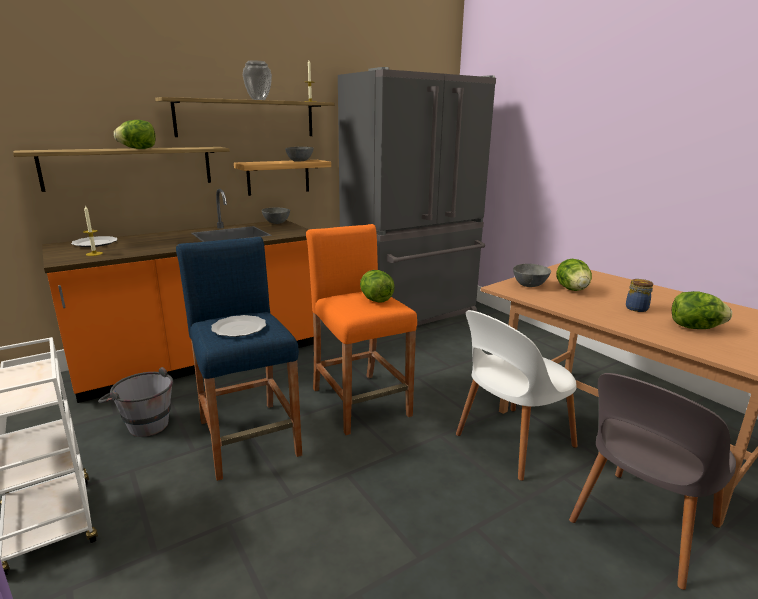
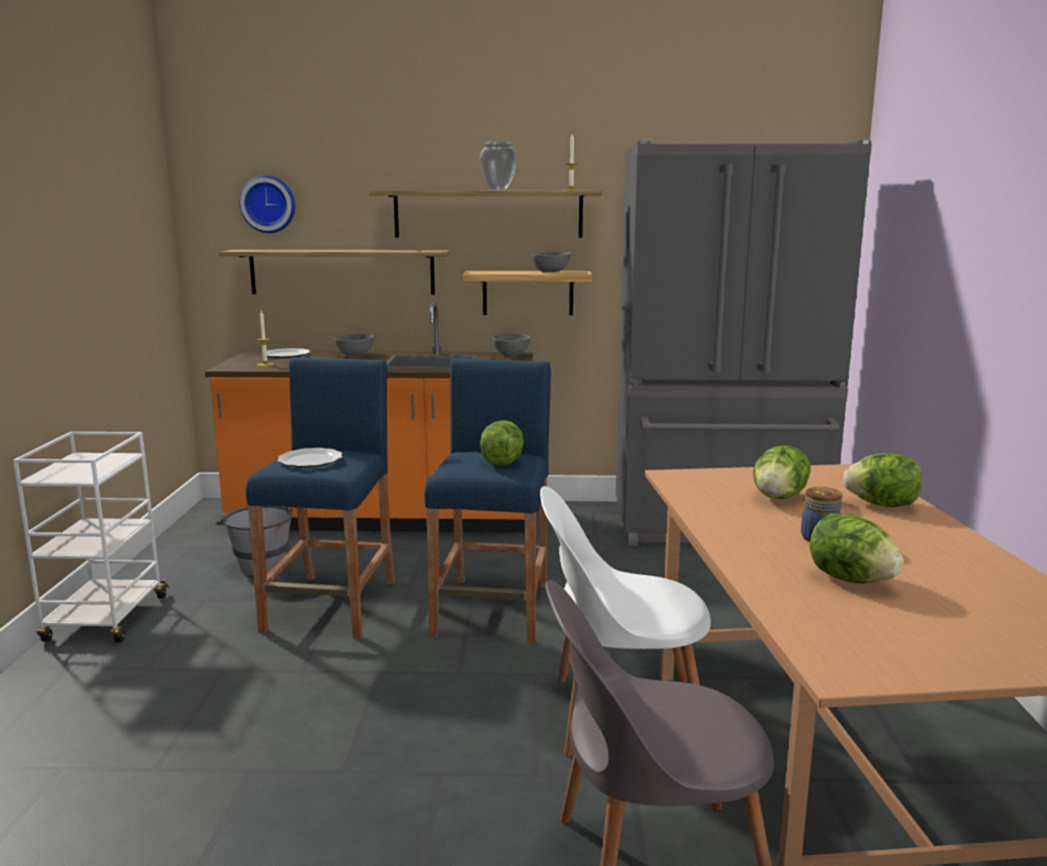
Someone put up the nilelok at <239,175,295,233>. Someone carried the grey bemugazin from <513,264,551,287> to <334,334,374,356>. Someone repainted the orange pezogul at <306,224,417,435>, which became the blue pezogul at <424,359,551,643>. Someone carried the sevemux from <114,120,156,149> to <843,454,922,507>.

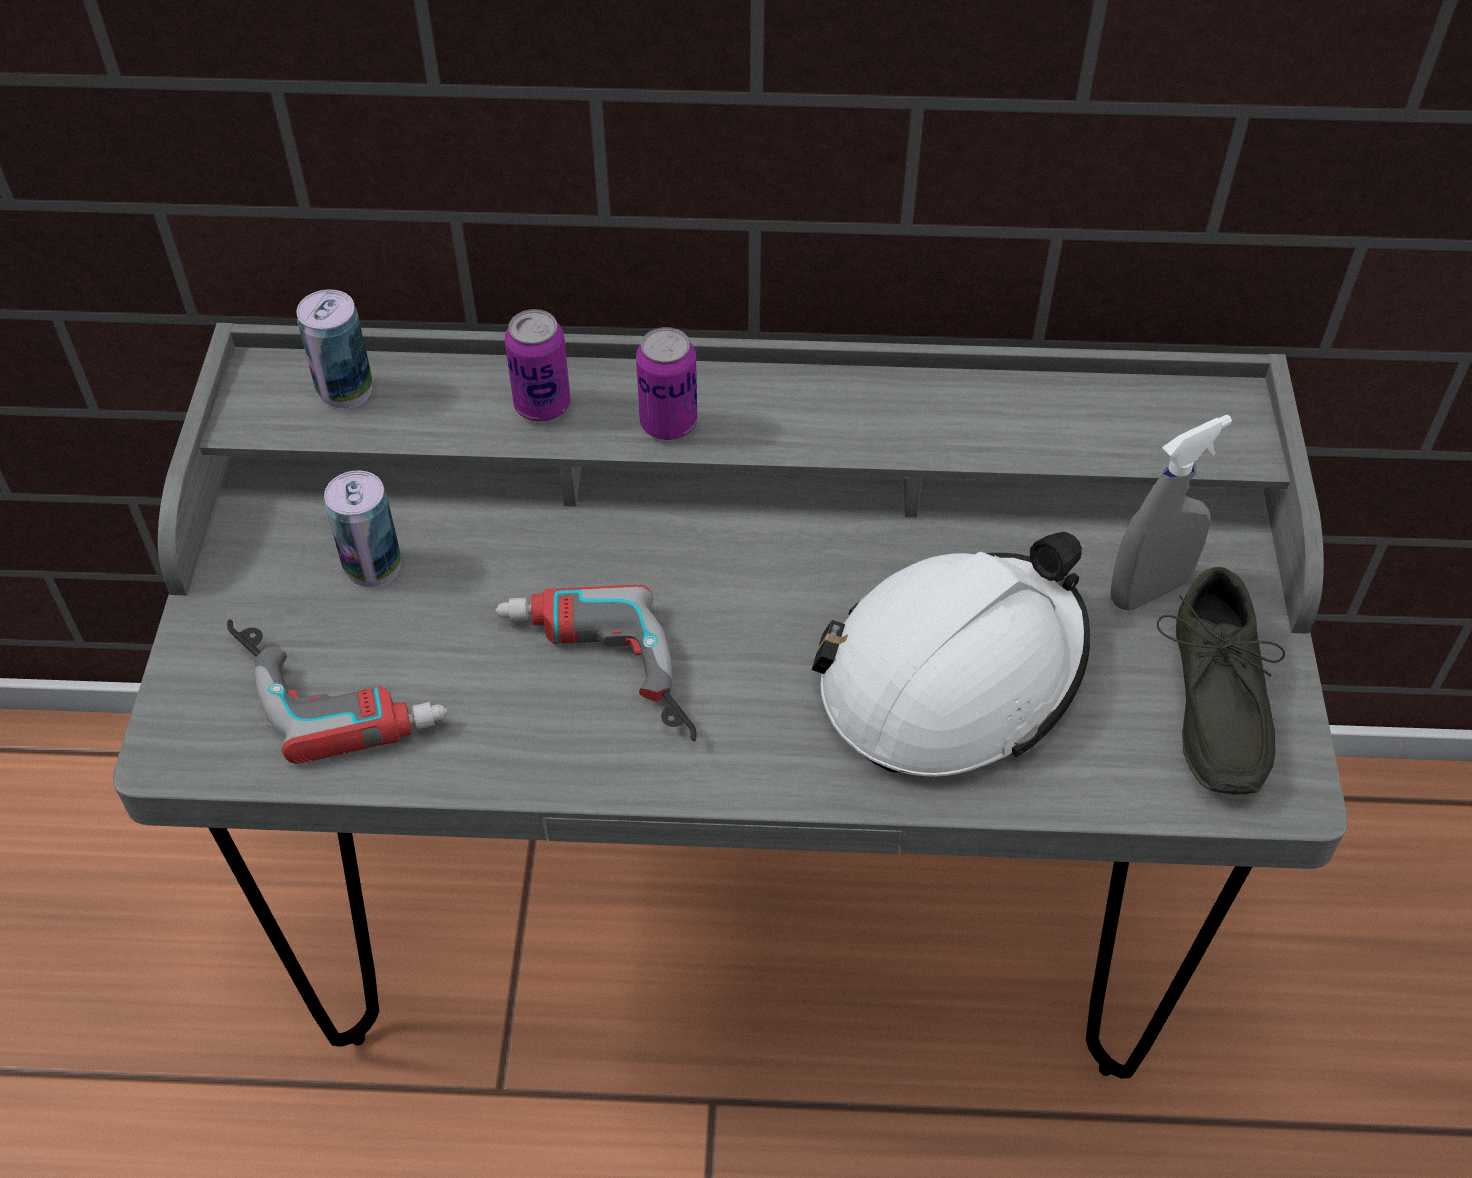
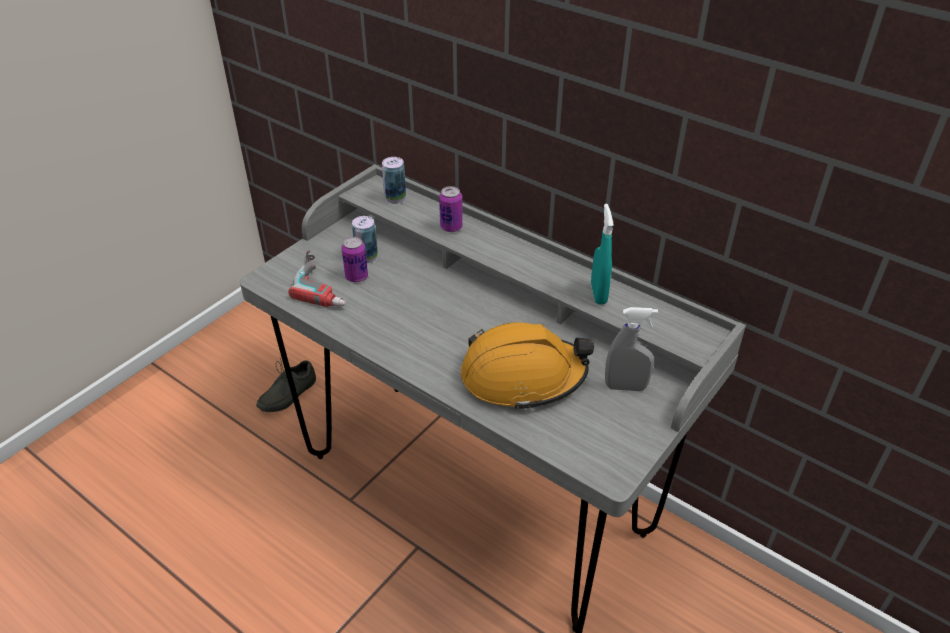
Someone carried the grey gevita from <1157,567,1285,794> to <256,358,316,412>. Someone carried the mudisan from <636,327,697,440> to <342,237,368,282>. Someone repainted the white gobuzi at <812,532,1090,777>, which became the orange gobuzi at <461,322,594,411>. Someone put down the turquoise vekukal at <591,204,614,305>. Someone took away the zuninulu at <495,584,697,741>.

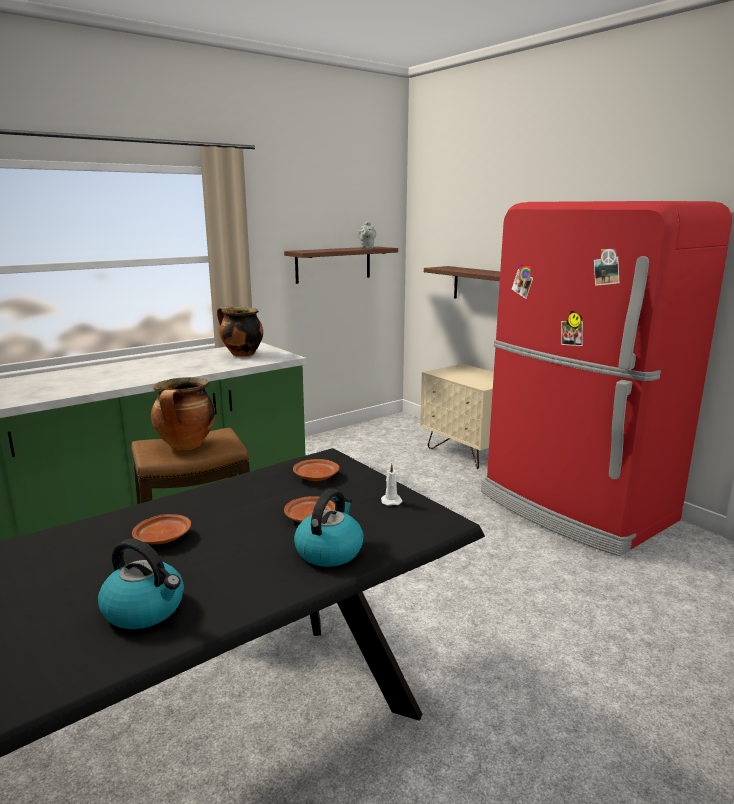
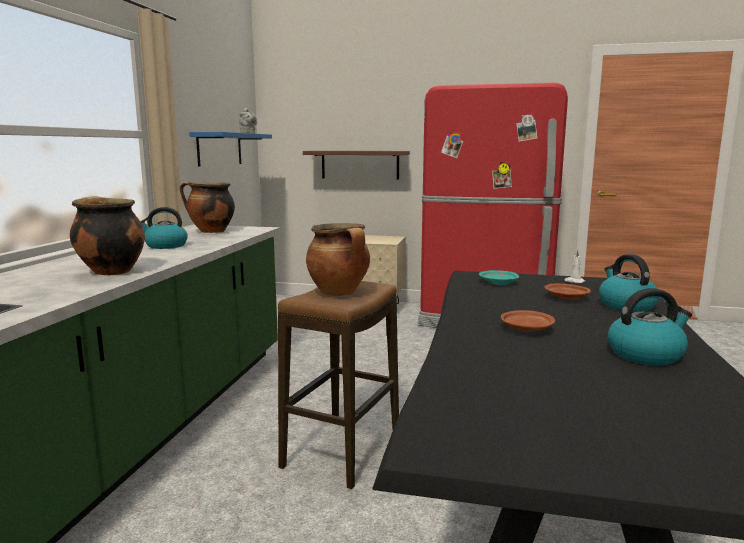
Someone put down the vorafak at <70,196,145,275>. Someone put down the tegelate at <140,207,188,249>. Someone repainted the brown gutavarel at <284,247,398,284>, which became the blue gutavarel at <189,132,272,167>. Someone repainted the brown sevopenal at <293,459,339,481>, which became the turquoise sevopenal at <479,270,519,285>.

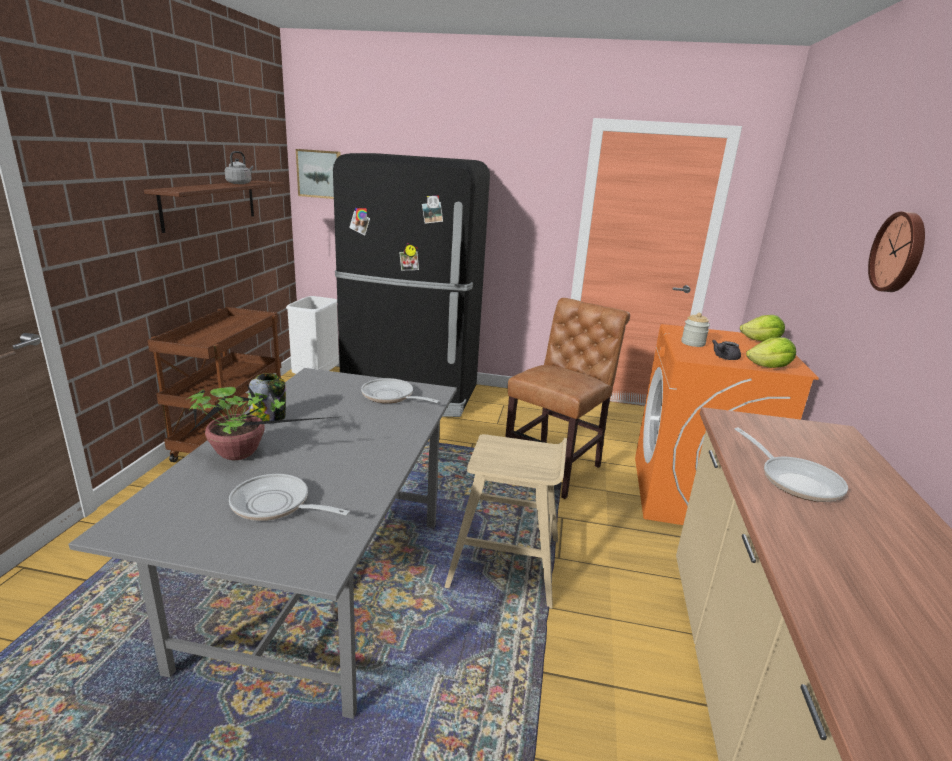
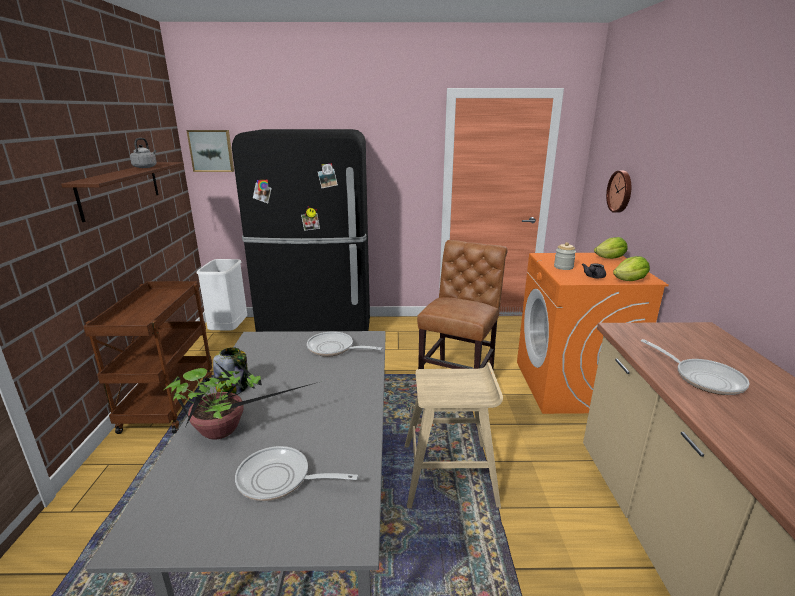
Someone carried the nilelok from <868,212,925,292> to <606,171,631,213>.

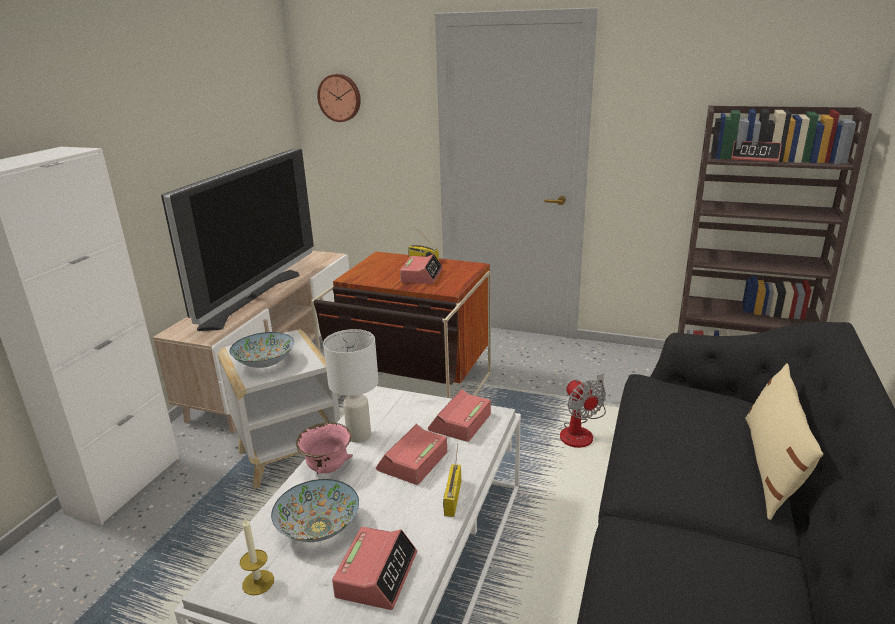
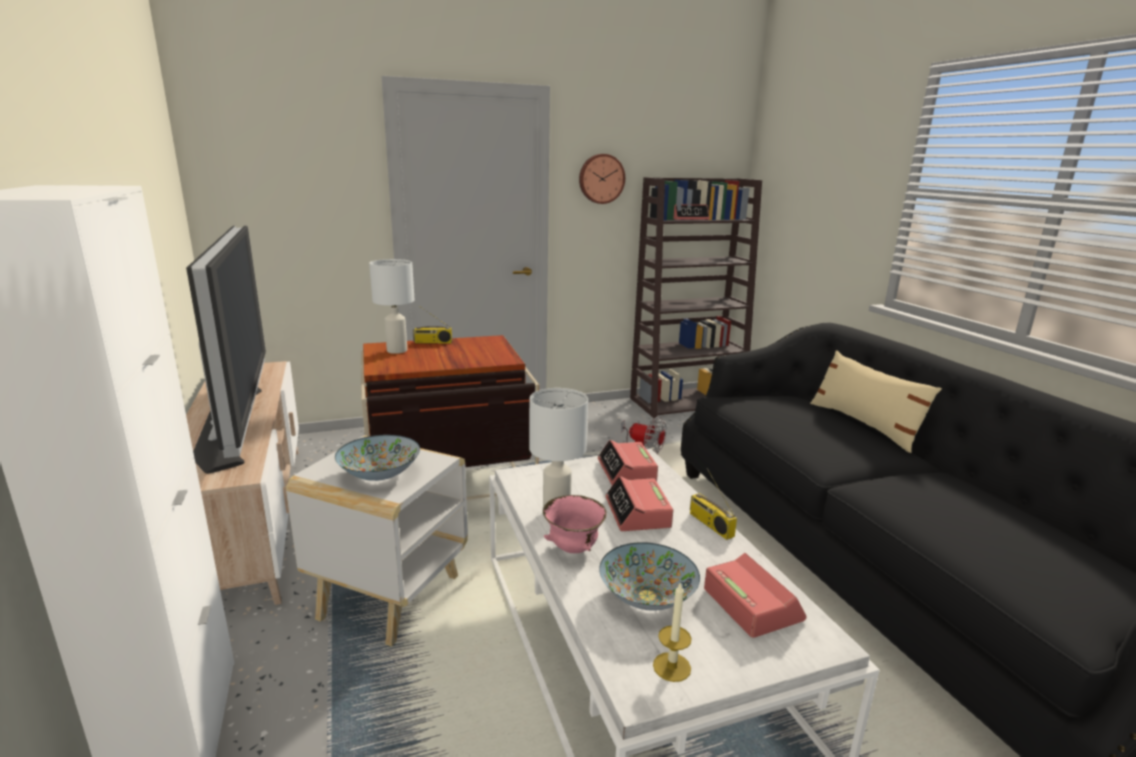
Someone put down the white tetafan at <369,259,414,354>. Someone carried the nilelok from <317,74,361,122> to <579,154,625,204>. Someone took away the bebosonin at <400,254,443,284>.

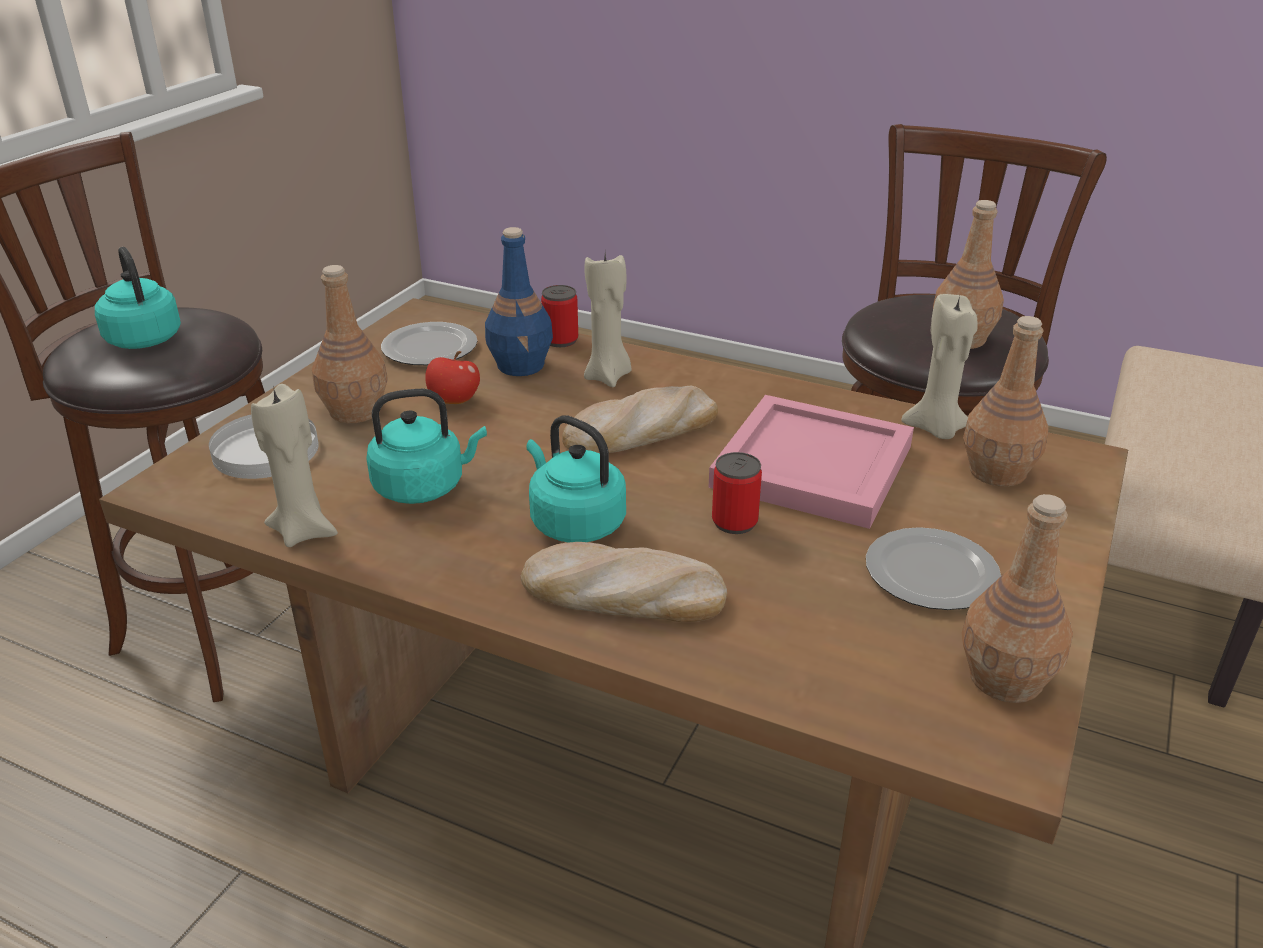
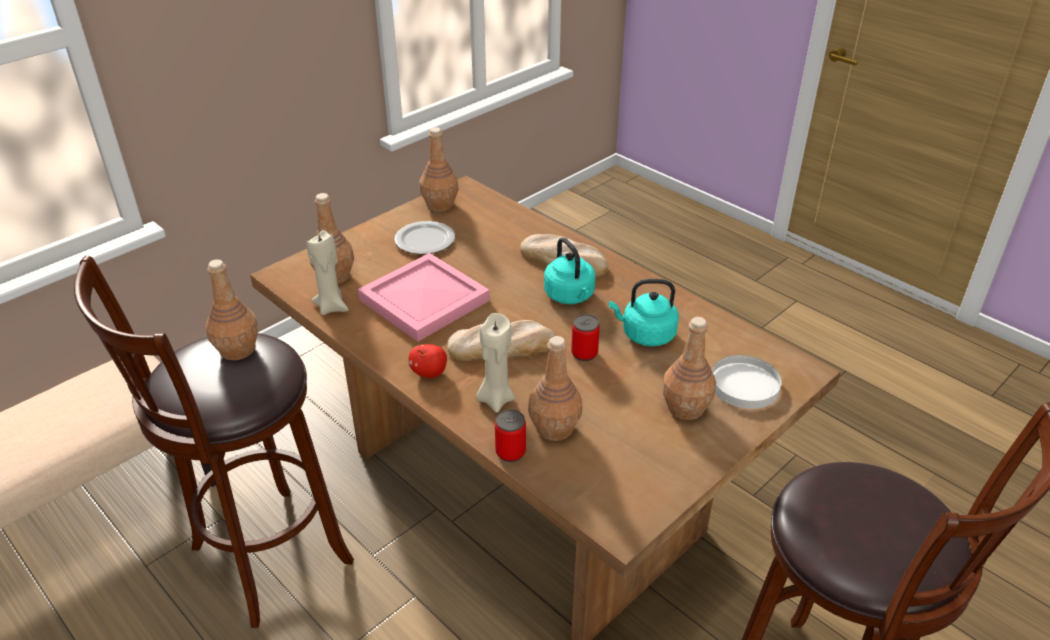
Someone carried the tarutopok from <425,351,480,404> to <408,344,447,378>. Someone repainted the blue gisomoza at <485,227,553,376>, which became the brown gisomoza at <528,336,582,441>. Someone carried the mudisan from <712,452,762,534> to <571,314,600,361>. Someone took away the turquoise tegelate at <95,247,181,349>. Someone took away the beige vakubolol at <251,384,338,547>. Someone took away the sevopenal at <381,322,477,365>.

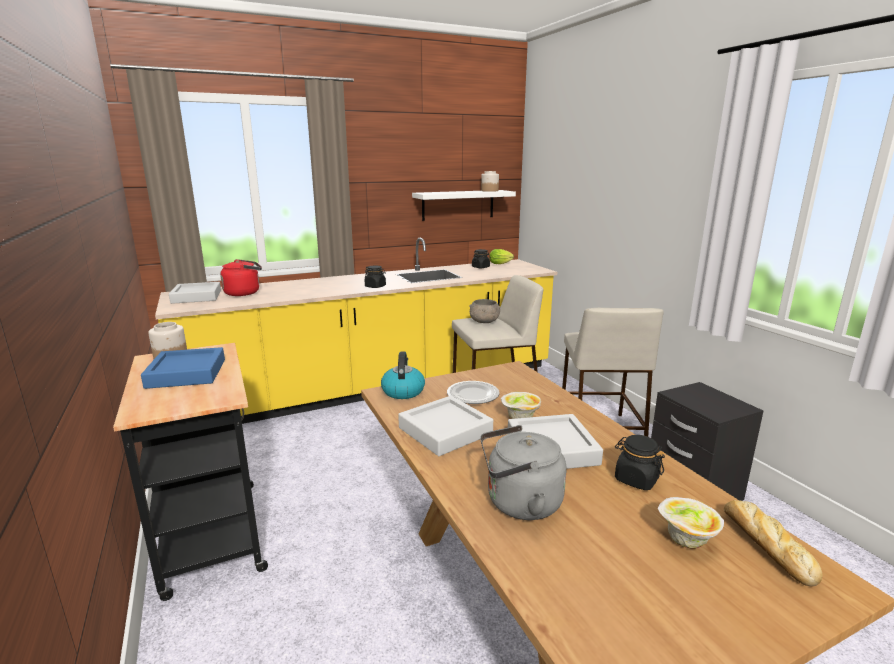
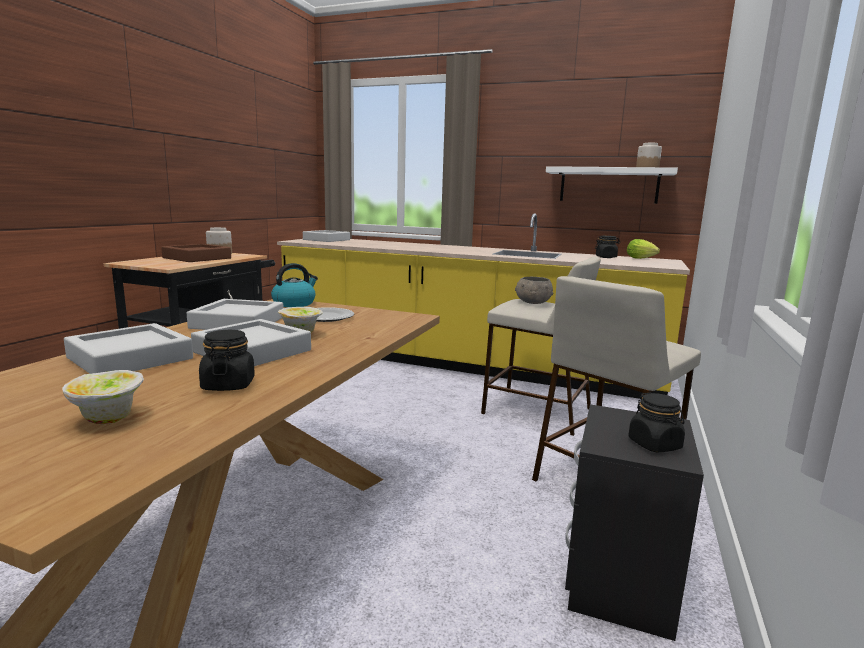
Someone swapped the grey tegelate at <480,425,566,520> for the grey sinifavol at <64,323,193,374>. Someone repainted the blue sinifavol at <141,347,225,389>, which became the brown sinifavol at <161,244,231,262>. Someone carried the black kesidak from <365,266,386,288> to <628,393,685,452>. Someone took away the red tegelate at <220,259,262,296>. Someone took away the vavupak at <724,500,822,586>.

